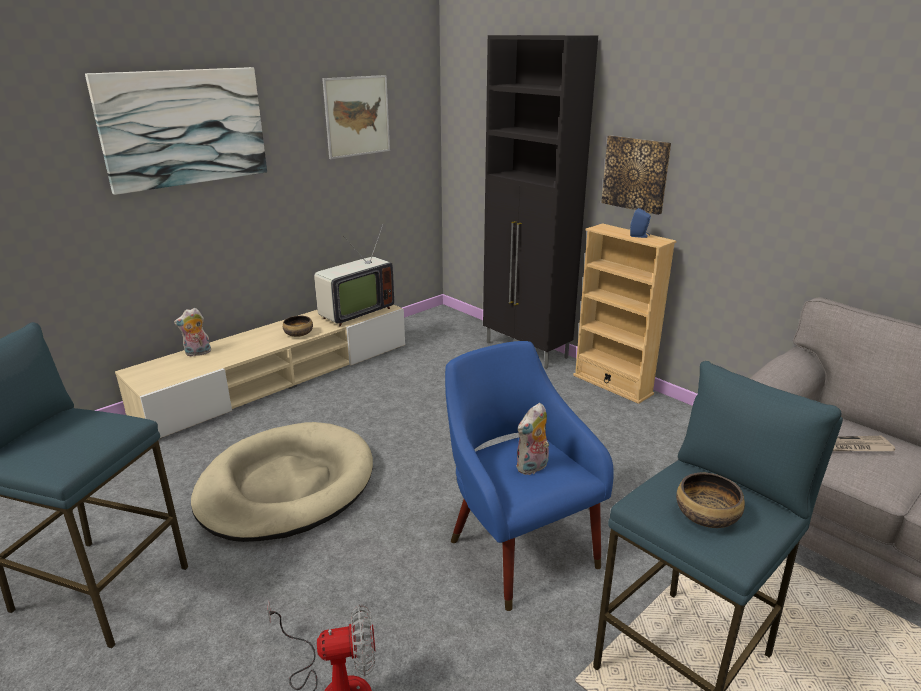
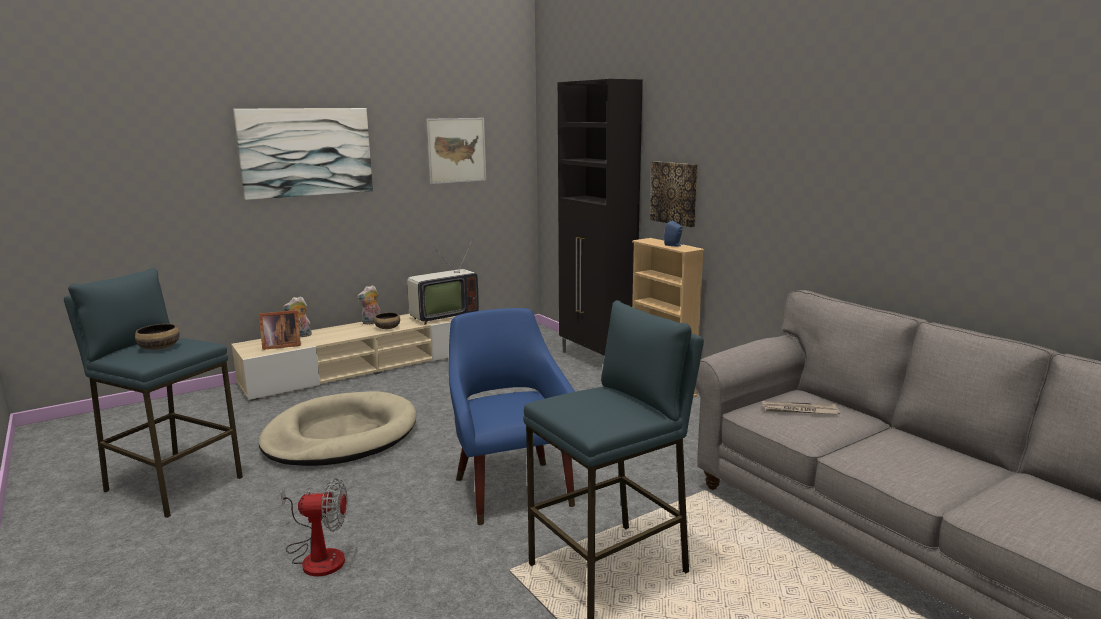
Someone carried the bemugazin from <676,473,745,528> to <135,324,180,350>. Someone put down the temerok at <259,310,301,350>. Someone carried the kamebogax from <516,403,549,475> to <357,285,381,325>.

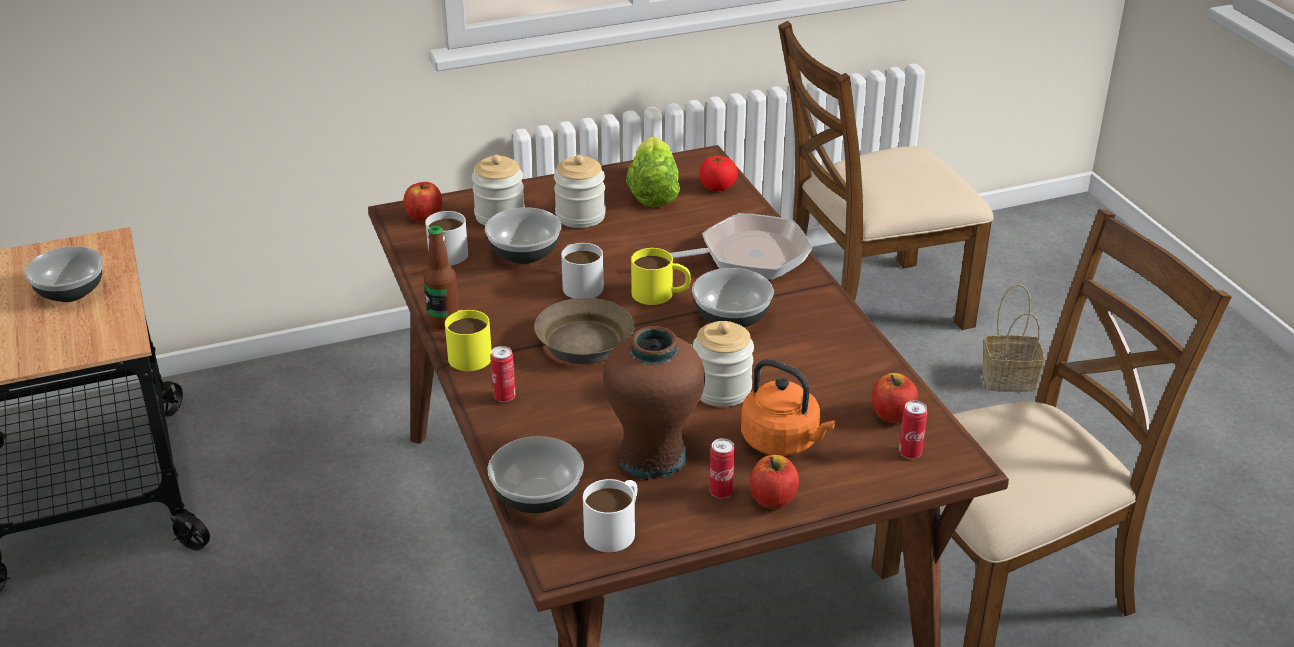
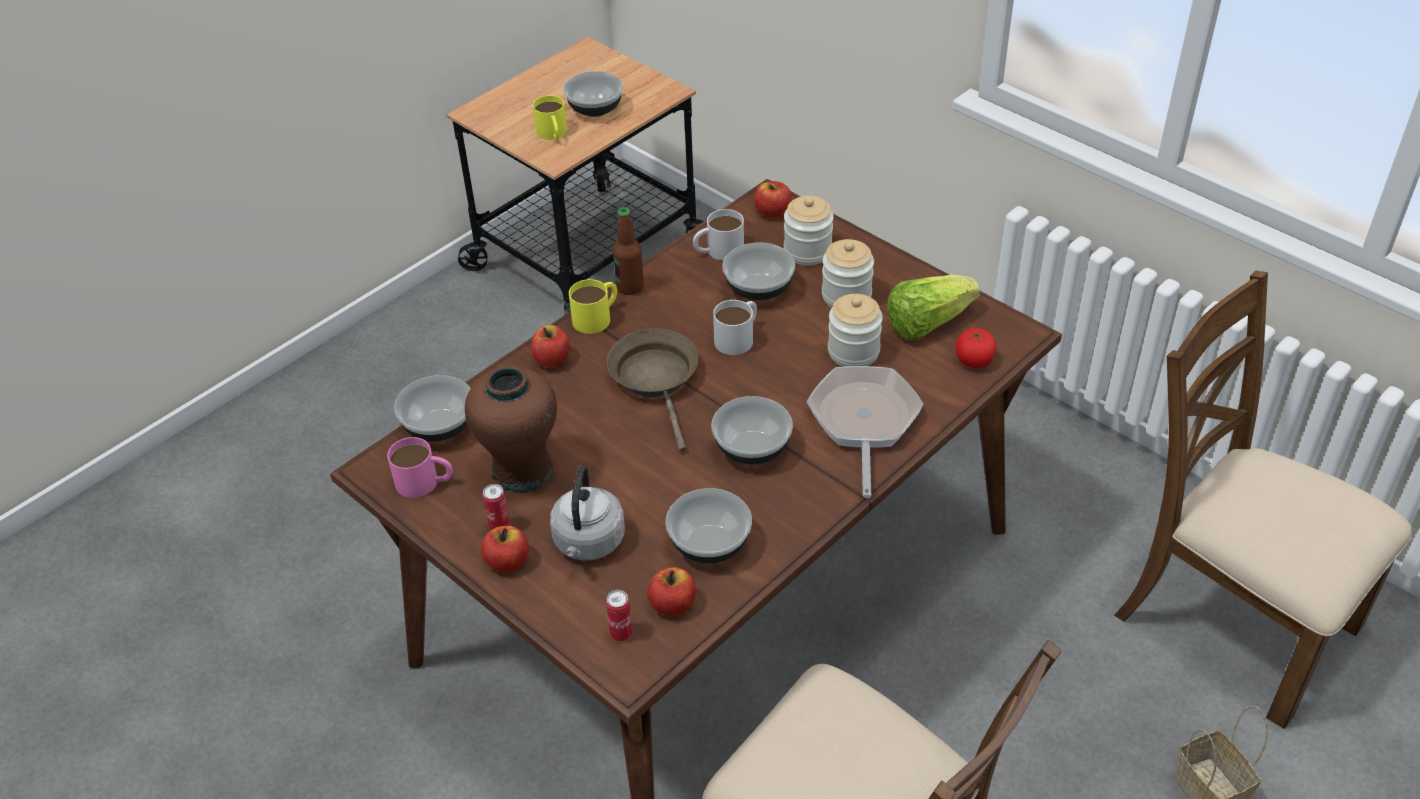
Someone repainted the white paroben at <583,479,637,552>, which became the pink paroben at <387,437,453,498>. Someone swapped the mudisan at <491,346,515,402> for the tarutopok at <531,325,570,368>. Someone carried the yellow paroben from <631,248,691,305> to <533,95,567,140>. Someone repainted the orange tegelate at <741,359,836,456>, which became the grey tegelate at <550,465,625,561>. Someone put down the bemugazin at <665,488,752,563>. Someone rotated the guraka at <670,213,812,280> by 135 degrees counterclockwise. Someone carried the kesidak from <693,321,754,407> to <828,294,883,367>.

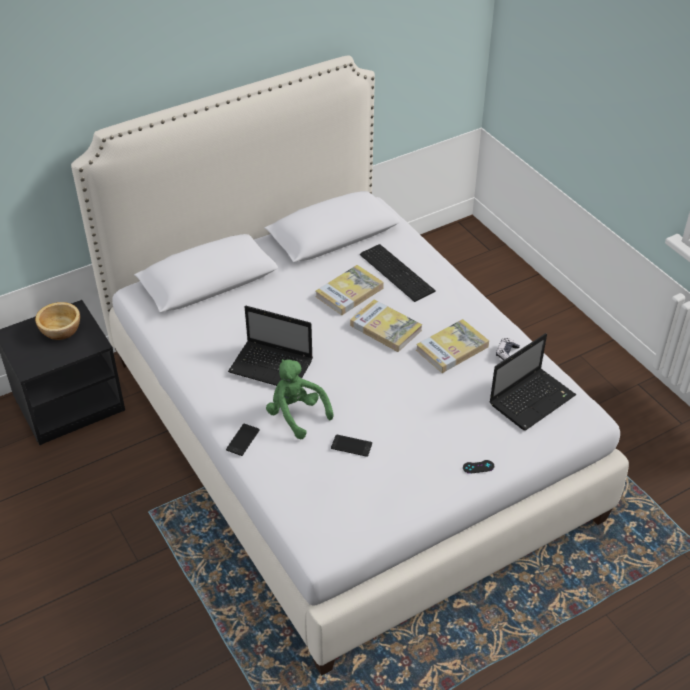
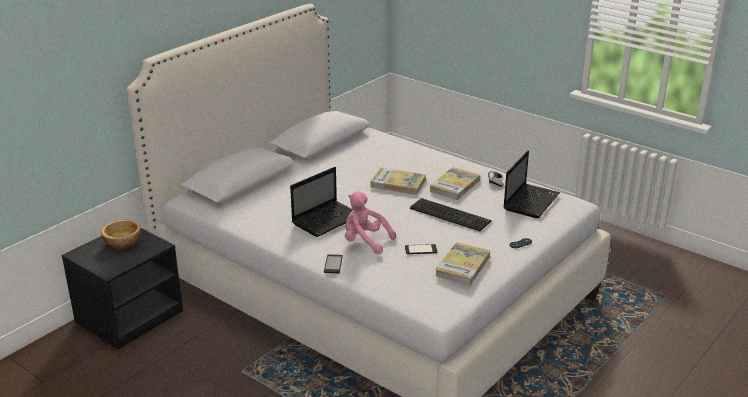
Someone rotated the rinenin at <228,306,313,386> by 45 degrees counterclockwise. Someone repainted the green kamebogax at <266,359,334,439>, which became the pink kamebogax at <345,191,396,254>. Someone carried the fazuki from <360,244,436,302> to <410,198,492,231>. Someone carried the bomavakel from <316,265,384,315> to <435,242,490,285>.

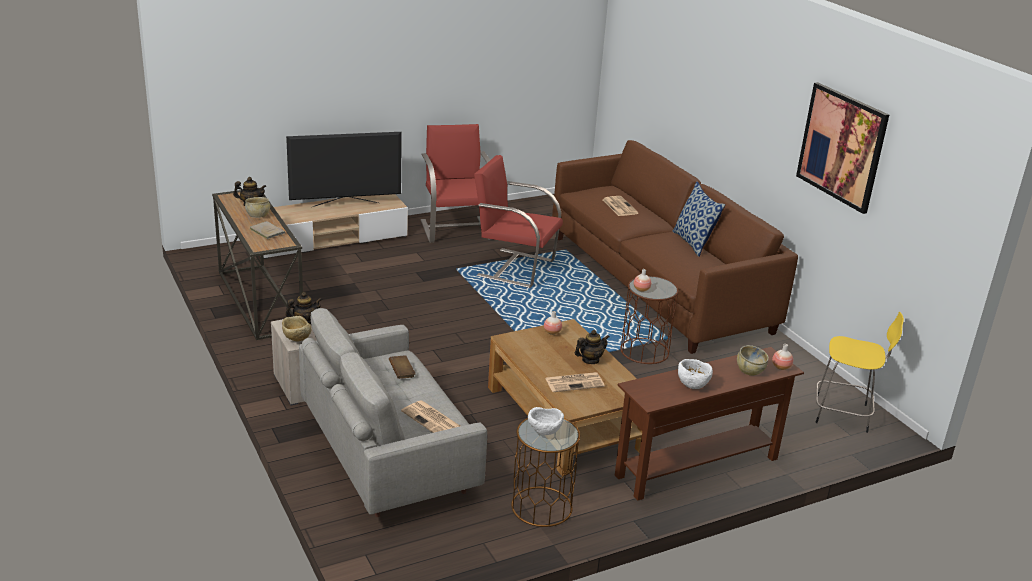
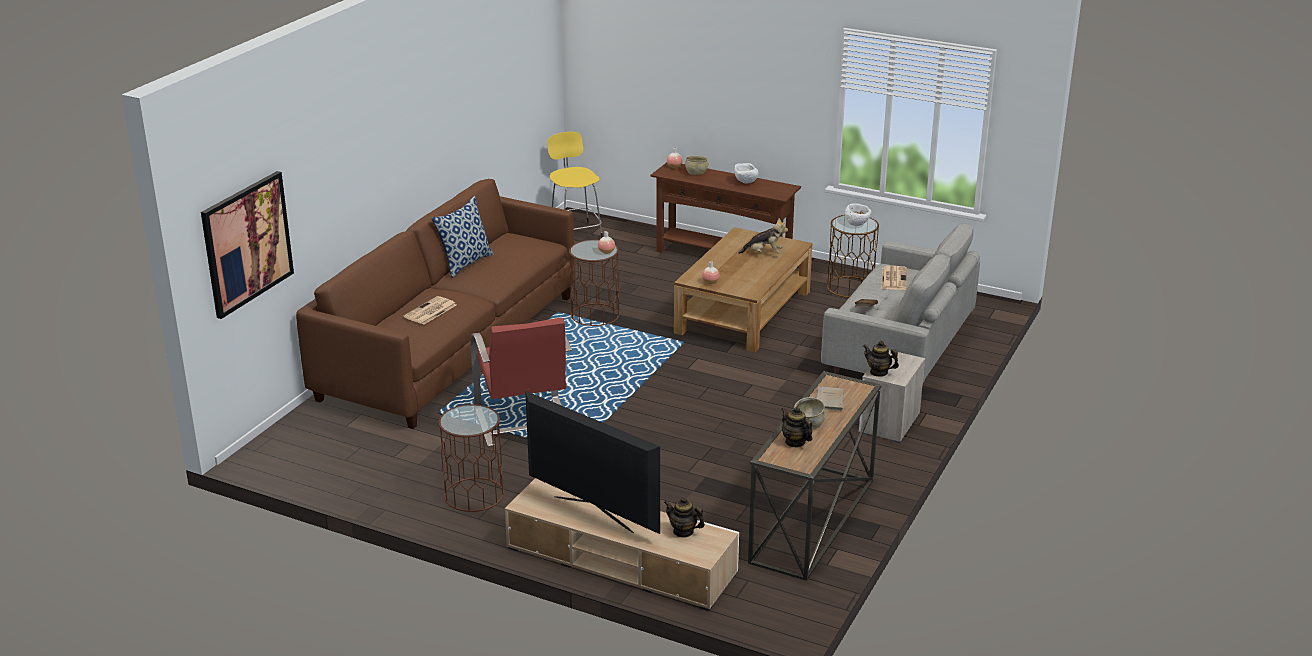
Someone carried the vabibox from <796,82,889,214> to <201,171,294,319>. Someone swapped the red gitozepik at <420,124,490,243> for the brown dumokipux at <438,404,504,512>. Someone carried the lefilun from <575,330,609,364> to <664,497,705,538>. Someone swapped the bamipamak at <545,372,605,392> for the kamebogax at <738,218,788,254>. Someone took away the beige bemugazin at <282,316,312,341>.

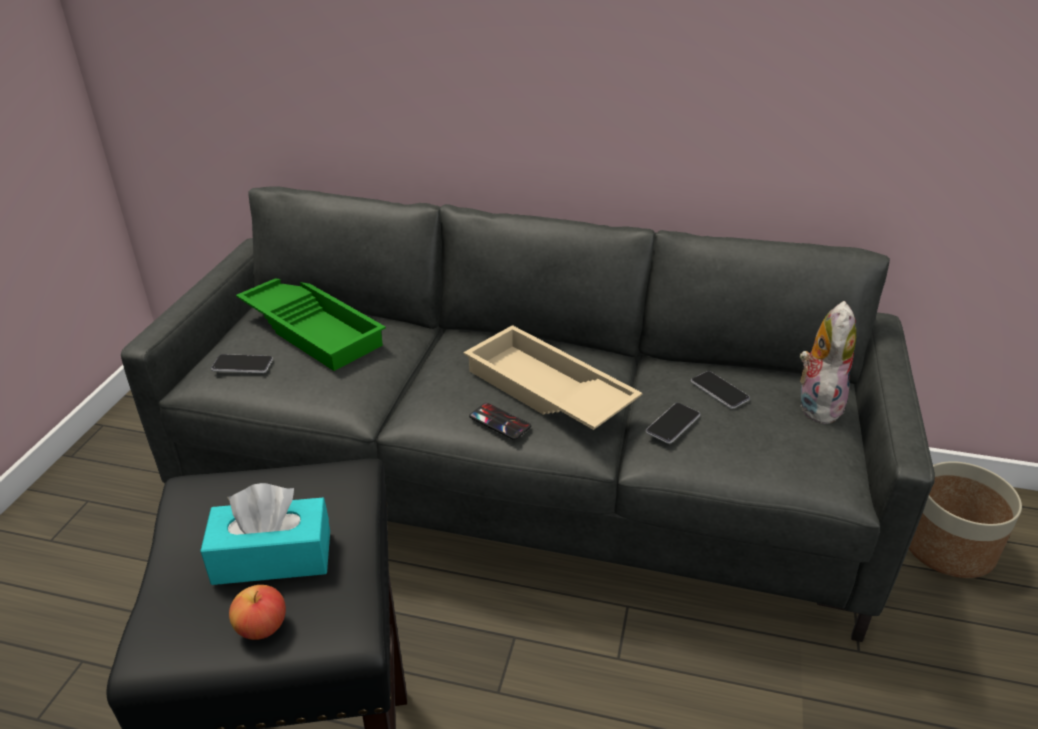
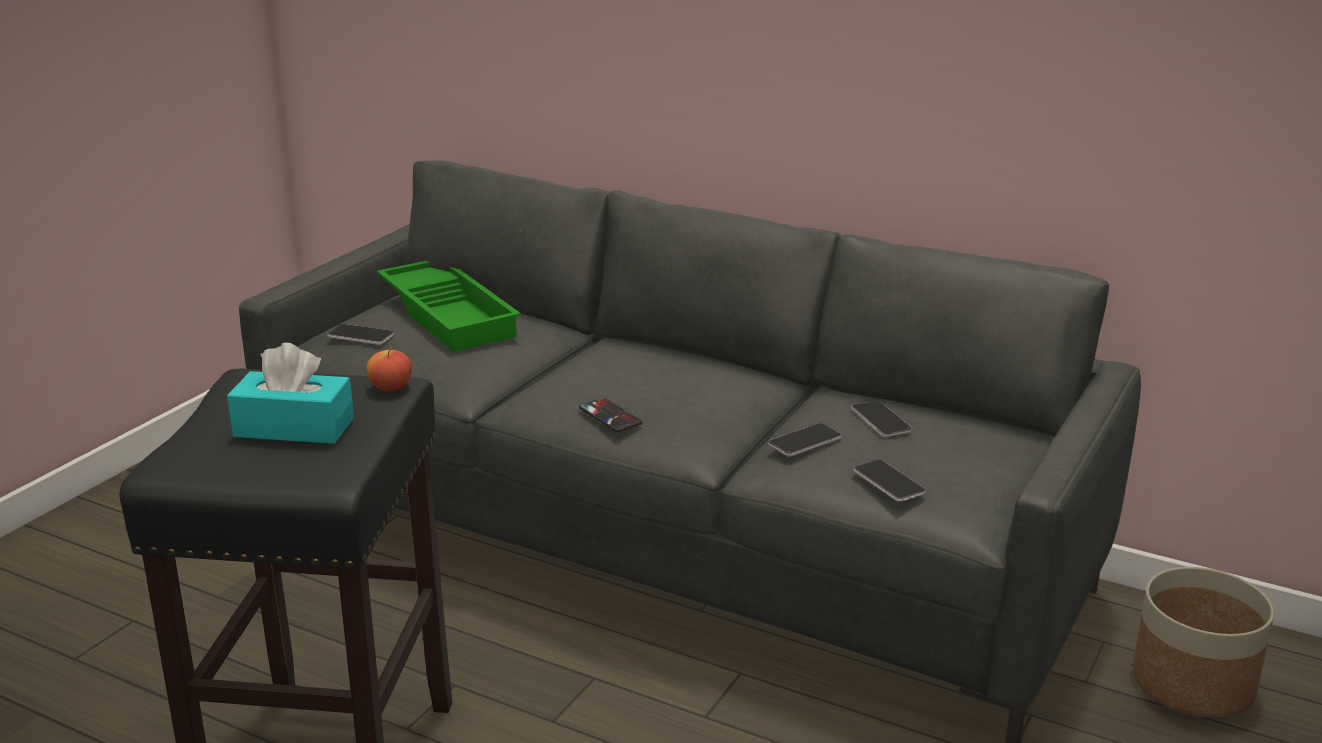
Someone carried the tarutopok from <229,585,286,640> to <366,347,412,391>. Someone put down the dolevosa at <853,460,926,502>. Someone took away the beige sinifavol at <463,325,642,430>. Someone took away the kamebogax at <800,301,856,424>.

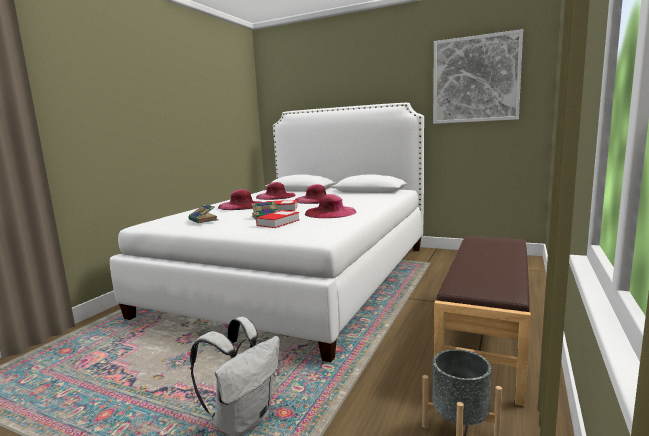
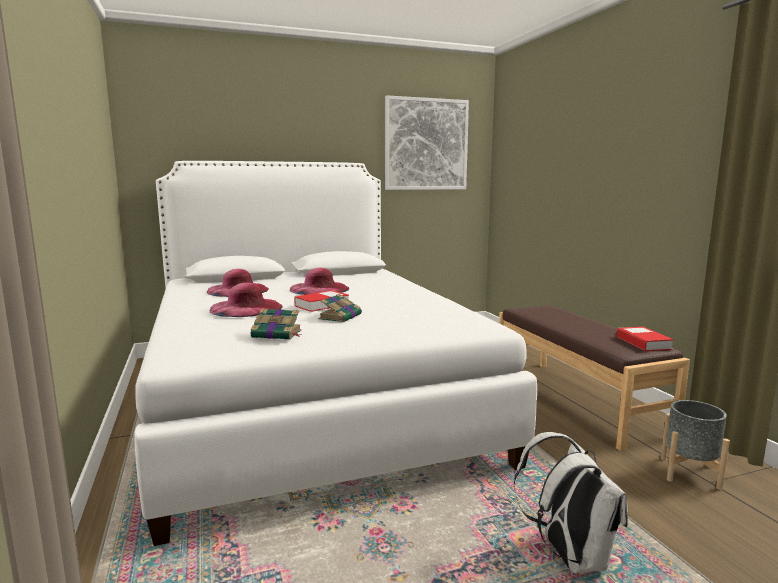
Someone carried the bomavakel from <256,211,299,228> to <617,327,674,351>. Someone took away the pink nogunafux at <305,194,356,218>.

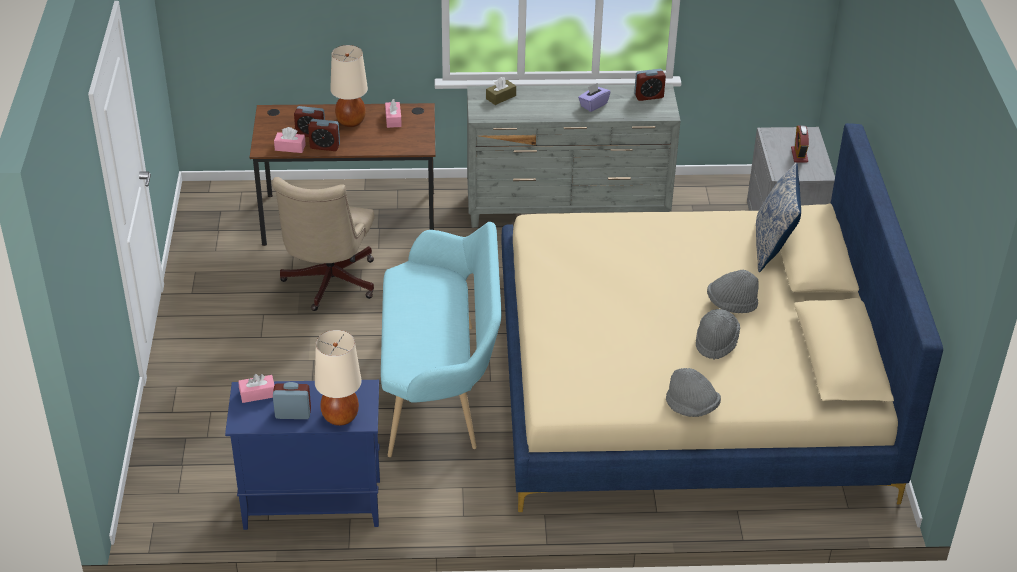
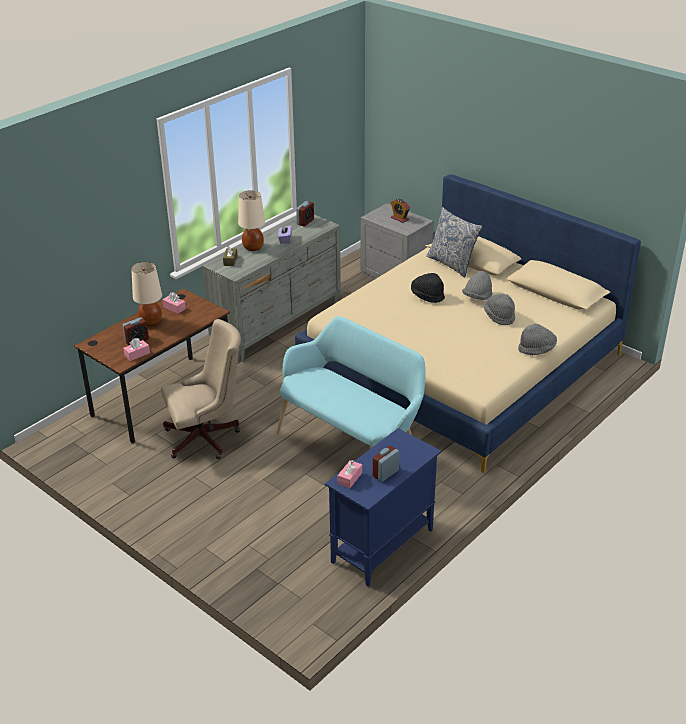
Someone rotated the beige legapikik at <272,177,374,311> by 75 degrees counterclockwise. Someone carried the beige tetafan from <315,330,362,426> to <238,190,265,251>. Someone put down the black nogunafux at <411,273,445,303>. Someone took away the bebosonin at <308,119,340,151>.

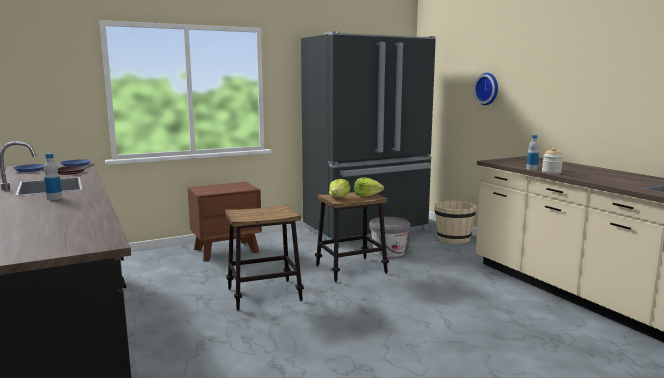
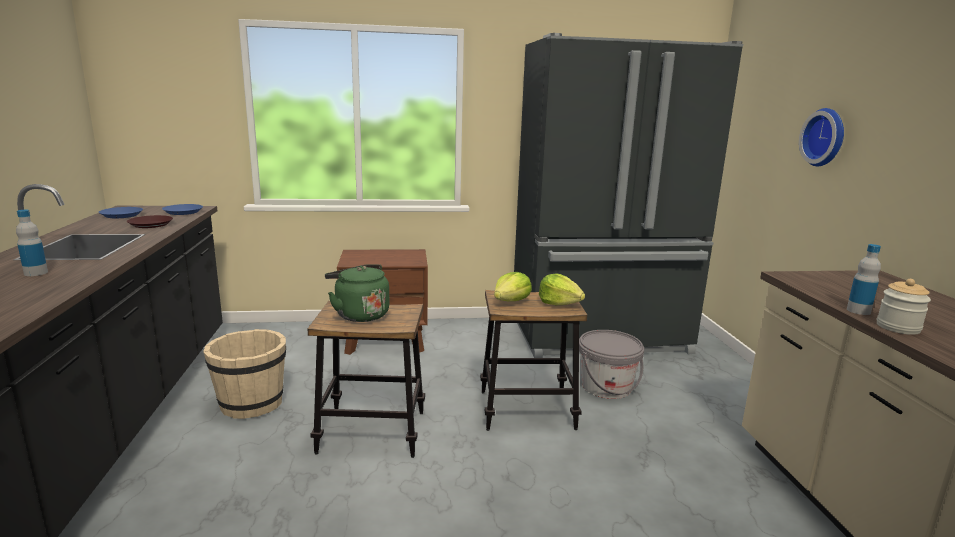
Someone carried the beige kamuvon from <434,200,477,244> to <203,329,286,419>. Someone put down the green tegelate at <325,264,389,322>.

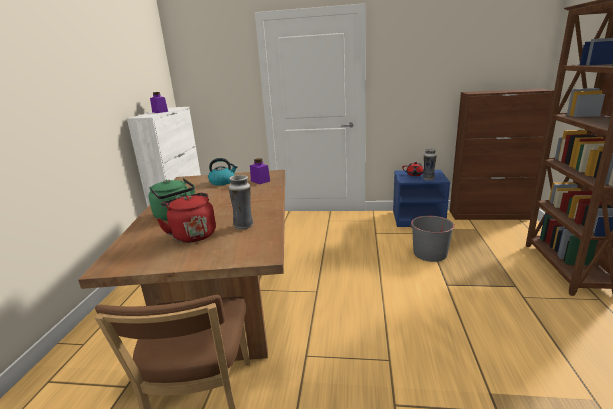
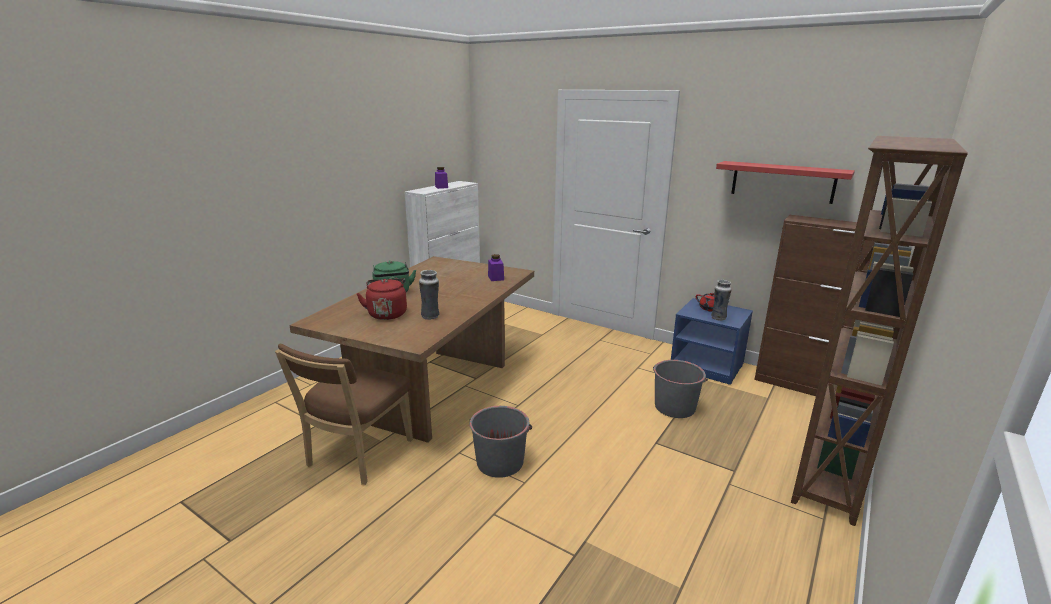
Someone put down the grey kamuvon at <470,406,532,478>. Someone put up the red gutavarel at <716,161,855,204>. Someone took away the tegelate at <208,158,237,185>.

